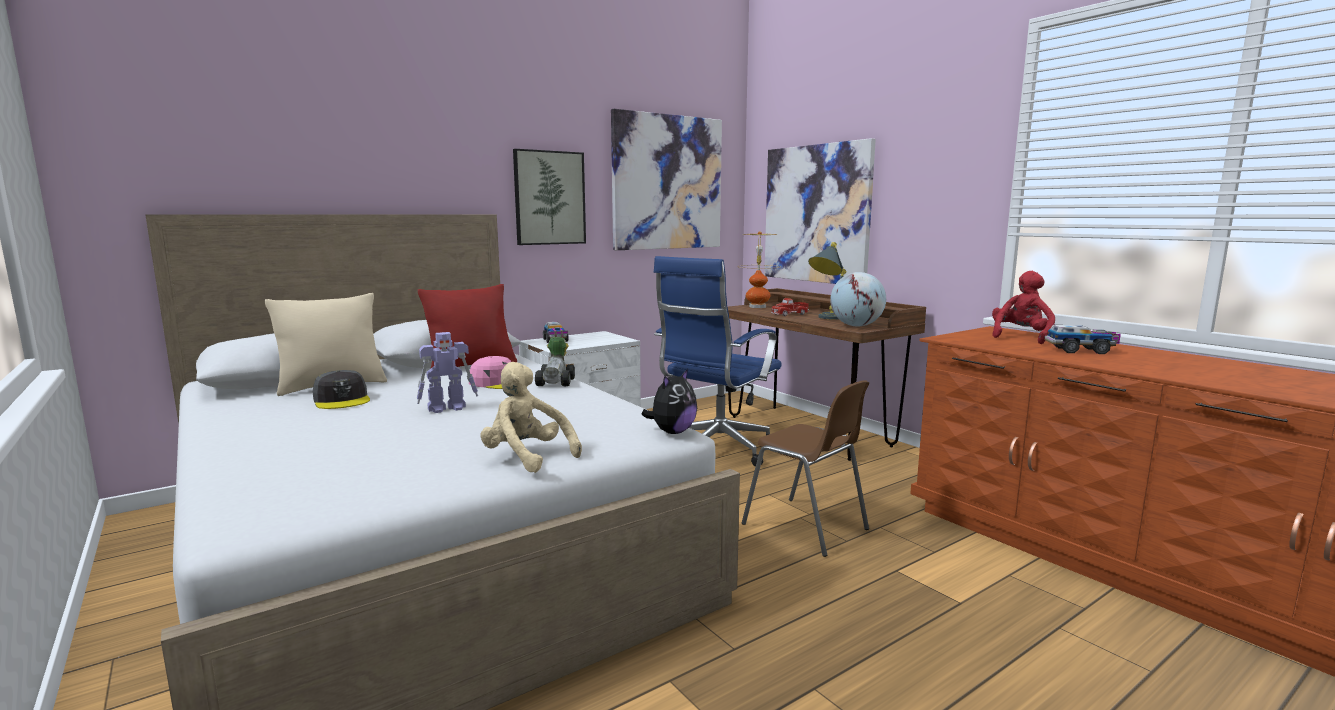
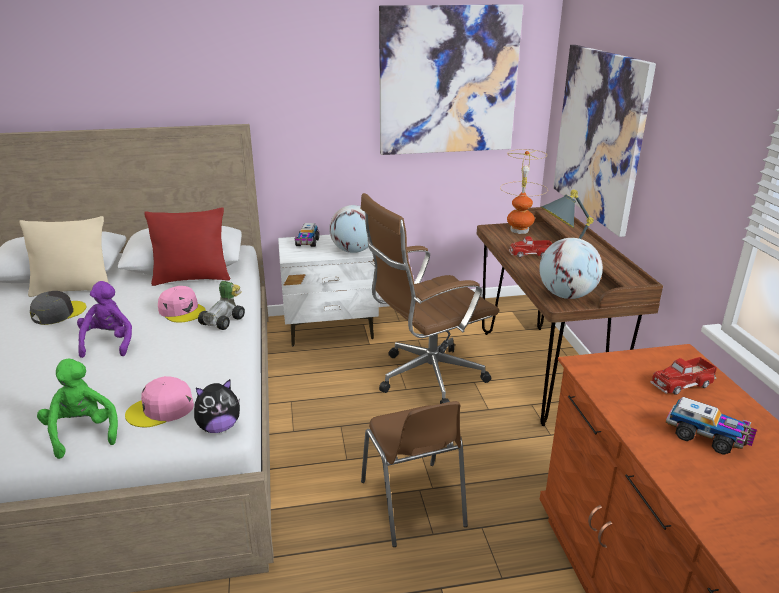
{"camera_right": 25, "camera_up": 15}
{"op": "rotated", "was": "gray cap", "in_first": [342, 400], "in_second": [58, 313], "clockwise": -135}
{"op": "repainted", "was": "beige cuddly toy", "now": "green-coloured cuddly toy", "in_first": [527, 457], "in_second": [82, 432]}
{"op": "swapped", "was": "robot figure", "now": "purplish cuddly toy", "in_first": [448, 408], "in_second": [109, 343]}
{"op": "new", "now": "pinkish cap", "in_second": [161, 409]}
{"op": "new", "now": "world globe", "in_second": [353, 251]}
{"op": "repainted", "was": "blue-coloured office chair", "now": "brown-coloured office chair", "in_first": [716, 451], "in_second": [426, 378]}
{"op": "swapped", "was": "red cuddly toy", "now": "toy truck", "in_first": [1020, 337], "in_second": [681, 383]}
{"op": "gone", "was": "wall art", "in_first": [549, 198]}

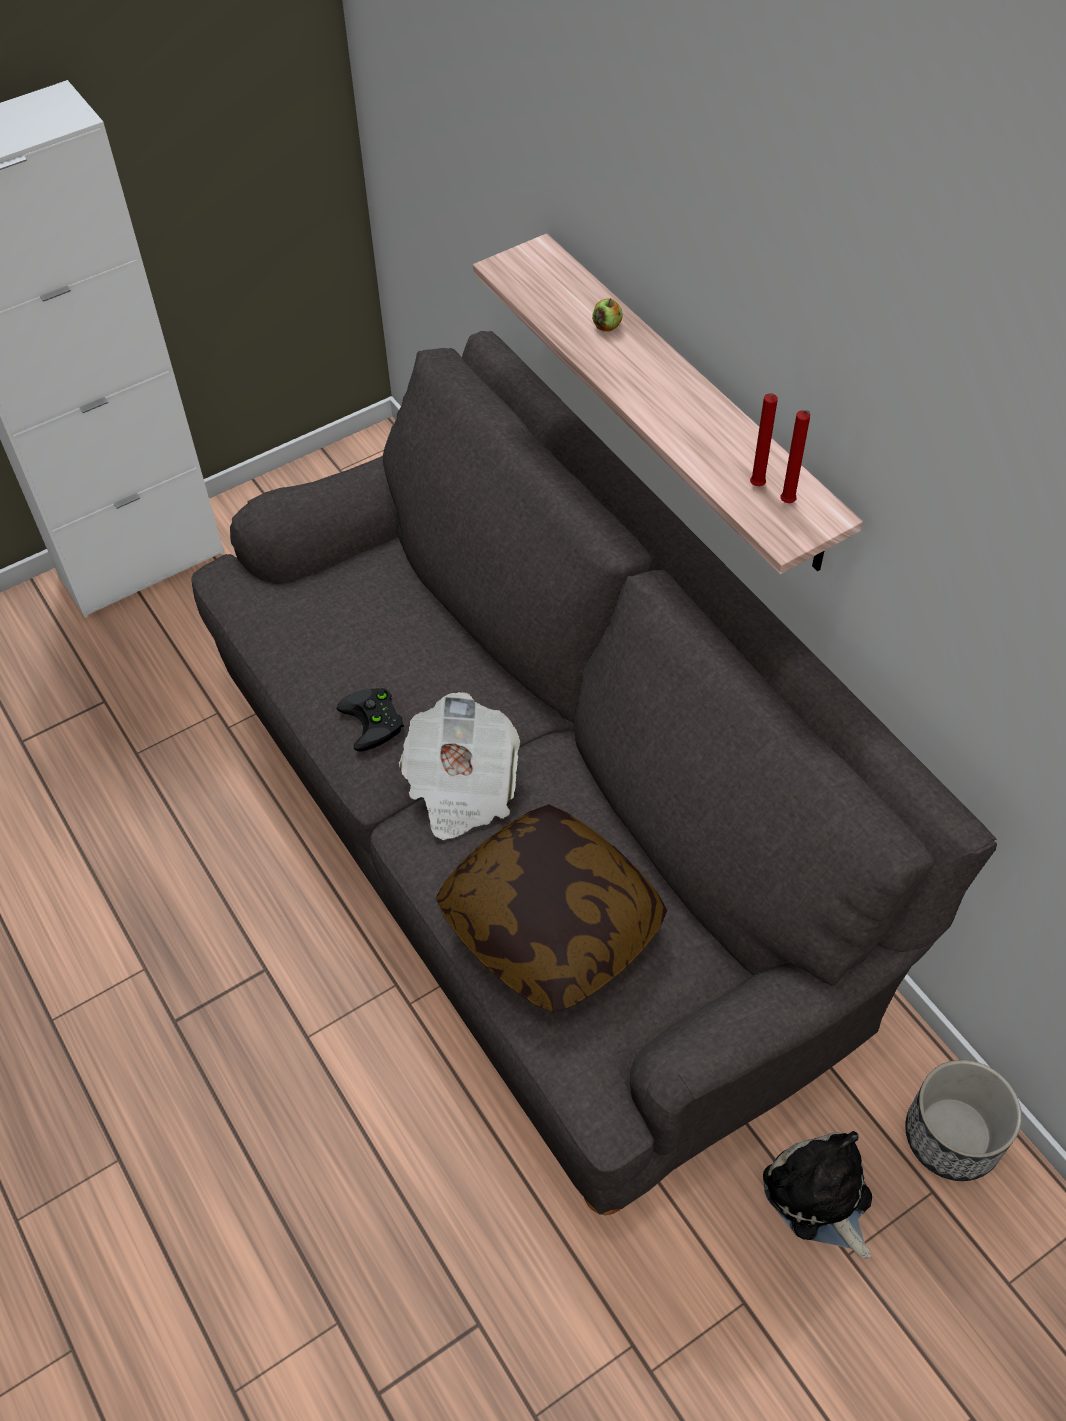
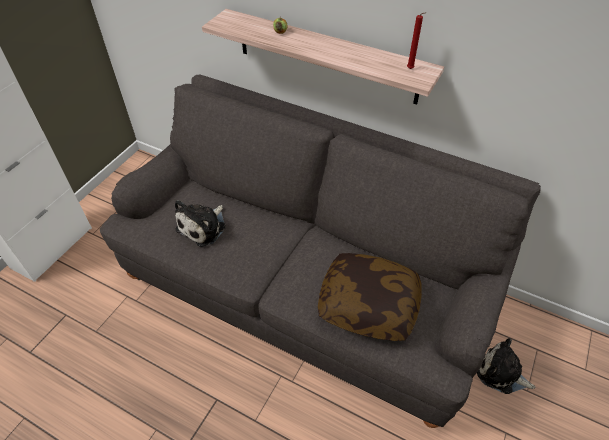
{"camera_right": -30, "camera_up": -5}
{"op": "new", "now": "cuddly toy", "in_second": [203, 227]}
{"op": "gone", "was": "black game controller", "in_first": [375, 722]}
{"op": "gone", "was": "newspaper", "in_first": [461, 786]}
{"op": "gone", "was": "red wax candle", "in_first": [756, 487]}
{"op": "gone", "was": "planter", "in_first": [953, 1136]}

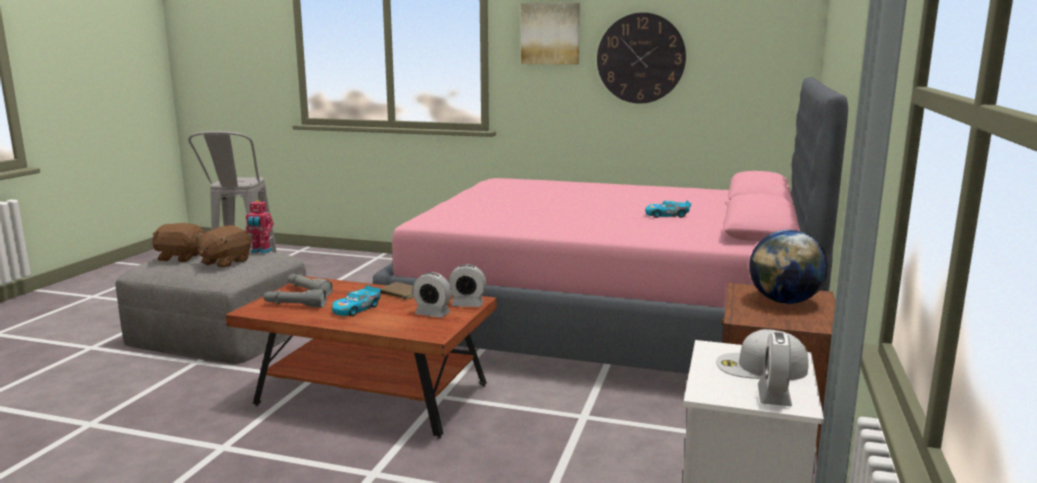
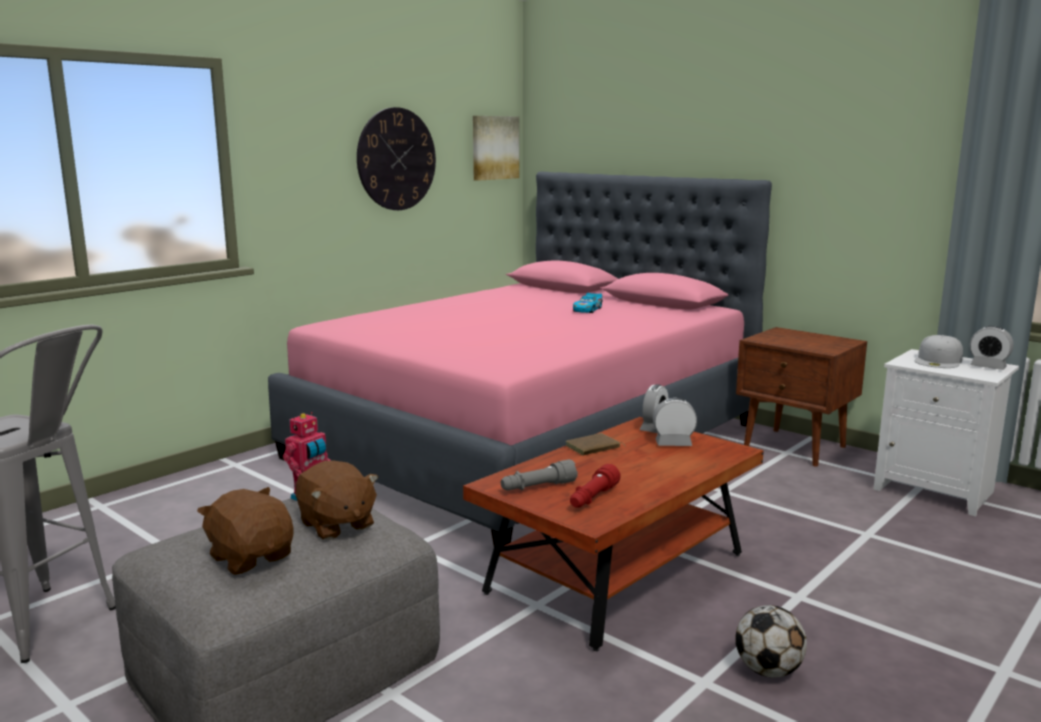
{"camera_right": -65, "camera_up": 0}
{"op": "rotated", "was": "brown-coloured cuddly toy", "in_first": [181, 257], "in_second": [251, 557], "clockwise": 105}
{"op": "shifted", "was": "wall art", "in_first": [550, 34], "in_second": [494, 147]}
{"op": "repainted", "was": "gray flashlight", "now": "red flashlight", "in_first": [295, 305], "in_second": [593, 498]}
{"op": "rotated", "was": "alarm clock", "in_first": [432, 314], "in_second": [673, 443], "clockwise": -135}
{"op": "new", "now": "football ball", "in_second": [768, 670]}
{"op": "gone", "was": "toy car", "in_first": [356, 309]}
{"op": "gone", "was": "world globe", "in_first": [785, 301]}

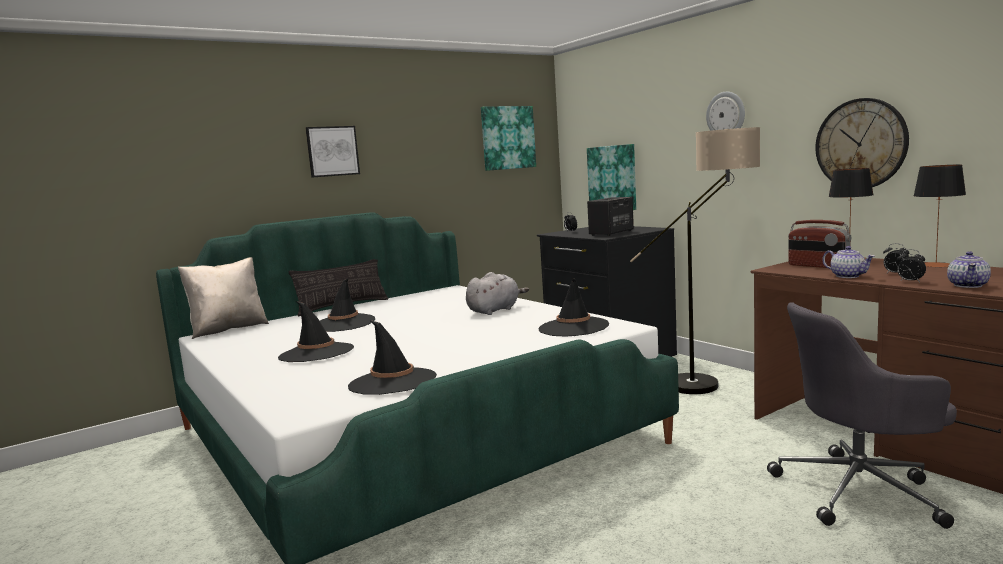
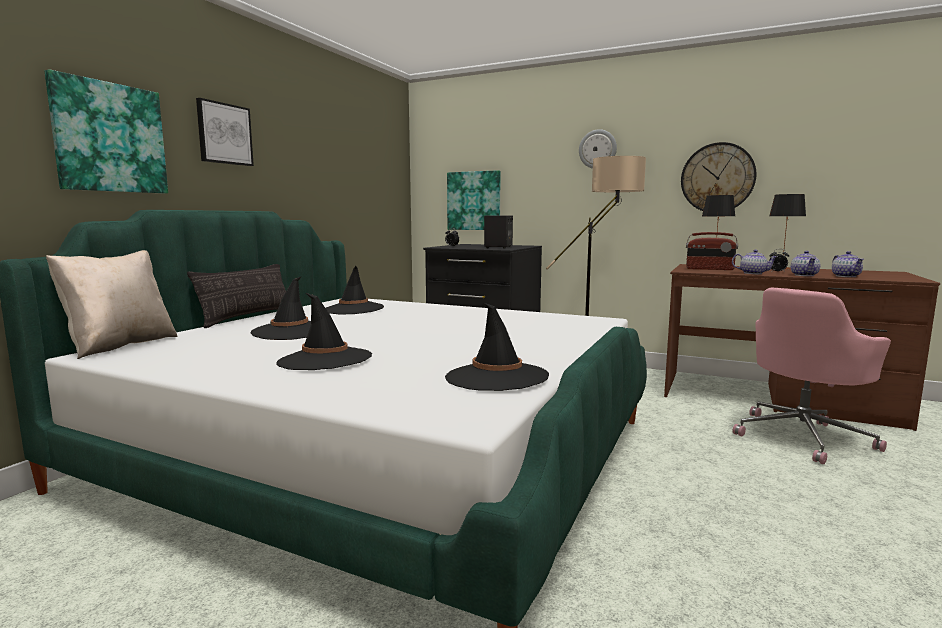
{"camera_right": -30, "camera_up": 0}
{"op": "shifted", "was": "wall art", "in_first": [507, 138], "in_second": [109, 138]}
{"op": "shifted", "was": "black clothing hat", "in_first": [573, 327], "in_second": [353, 309]}
{"op": "repainted", "was": "gray office chair", "now": "pinkish office chair", "in_first": [860, 491], "in_second": [803, 436]}
{"op": "swapped", "was": "alarm clock", "now": "teapot", "in_first": [909, 281], "in_second": [804, 275]}
{"op": "gone", "was": "gray cuddly toy", "in_first": [495, 310]}

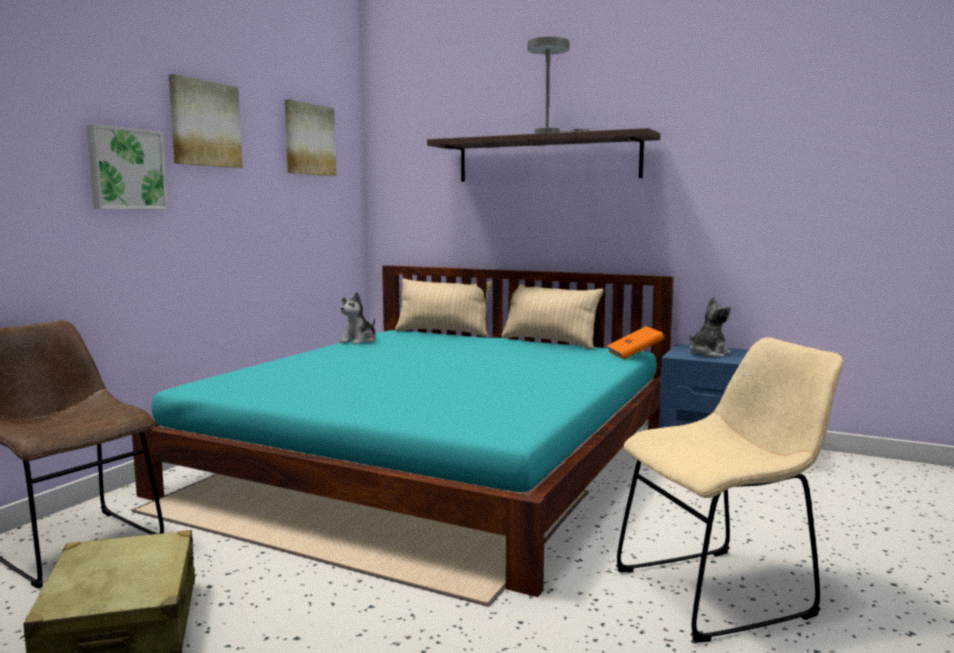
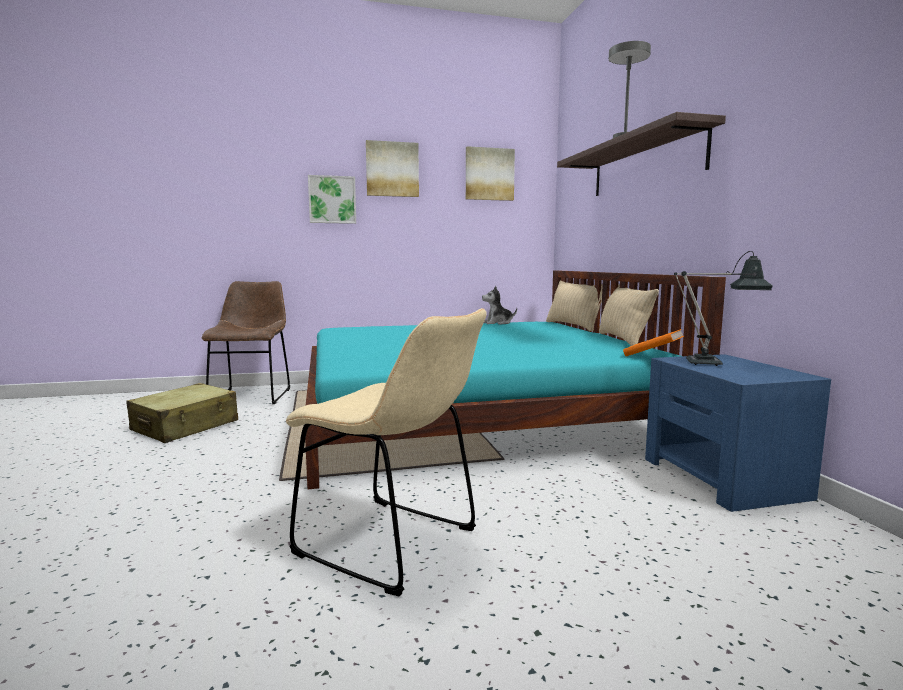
{"camera_right": 50, "camera_up": 0}
{"op": "swapped", "was": "cuddly toy", "now": "tabletop lamp", "in_first": [708, 354], "in_second": [713, 363]}

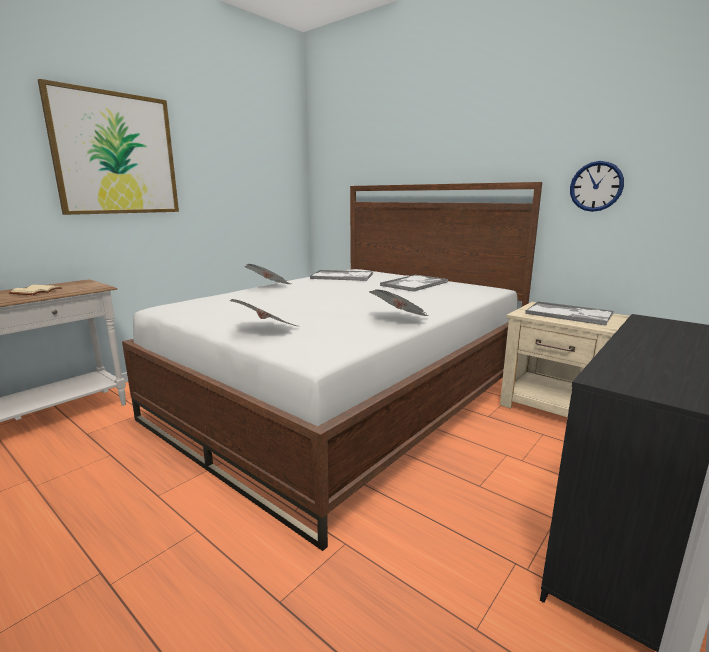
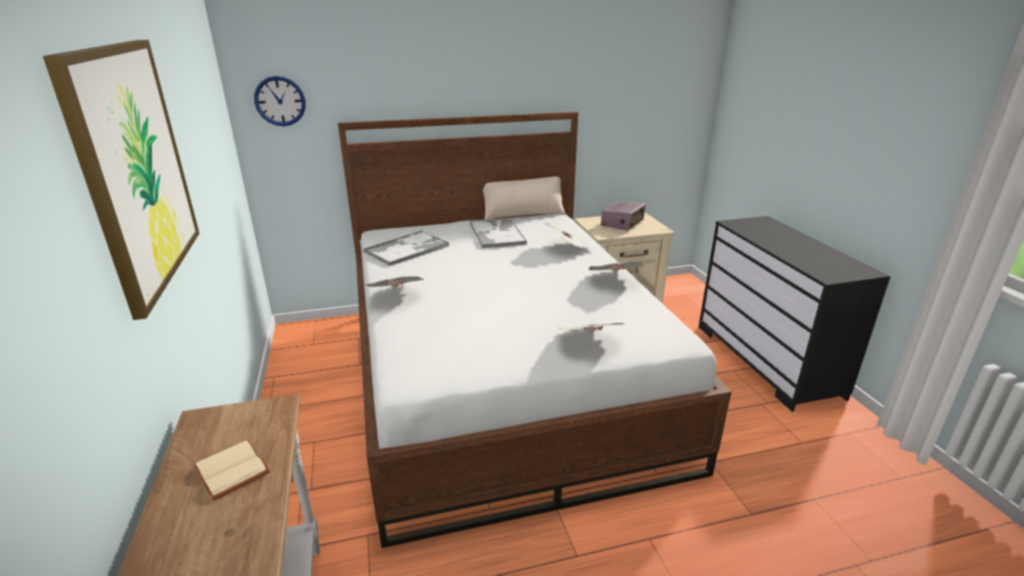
{"camera_right": -55, "camera_up": 10}
{"op": "shifted", "was": "wall clock", "in_first": [596, 186], "in_second": [280, 101]}
{"op": "new", "now": "beige cushion", "in_second": [522, 214]}
{"op": "new", "now": "newspaper", "in_second": [568, 249]}
{"op": "swapped", "was": "carrying tray", "now": "radio receiver", "in_first": [569, 314], "in_second": [622, 224]}

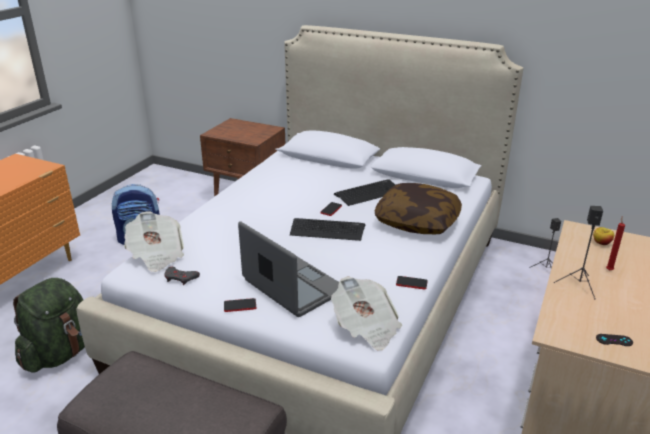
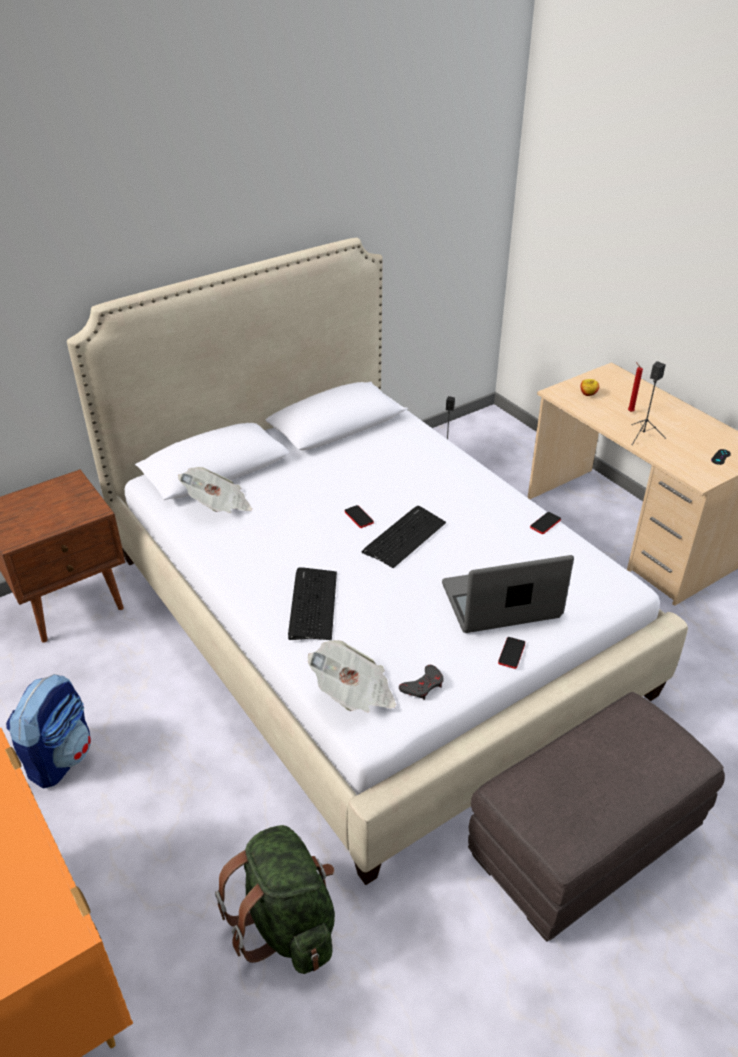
{"camera_right": -60, "camera_up": 10}
{"op": "shifted", "was": "newspaper", "in_first": [366, 327], "in_second": [218, 506]}
{"op": "shifted", "was": "keyboard", "in_first": [368, 193], "in_second": [312, 604]}
{"op": "gone", "was": "cushion", "in_first": [417, 221]}

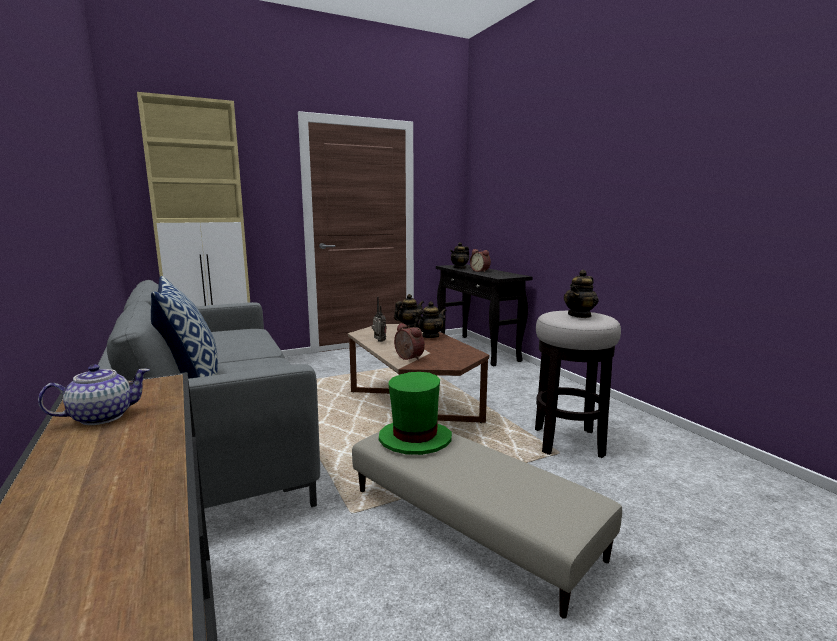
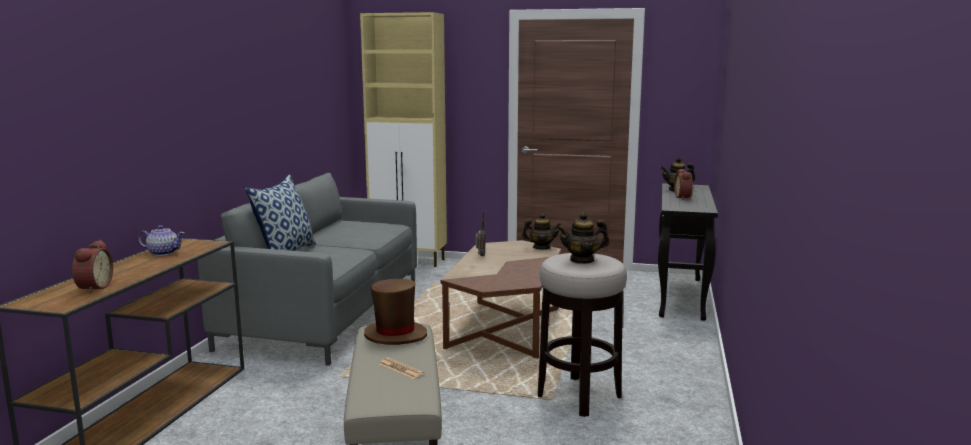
{"camera_right": 40, "camera_up": 0}
{"op": "shifted", "was": "alarm clock", "in_first": [407, 358], "in_second": [93, 288]}
{"op": "repainted", "was": "green-coloured clothing hat", "now": "brown-coloured clothing hat", "in_first": [415, 439], "in_second": [395, 335]}
{"op": "new", "now": "newspaper", "in_second": [401, 369]}
{"op": "gone", "was": "teapot", "in_first": [430, 336]}

